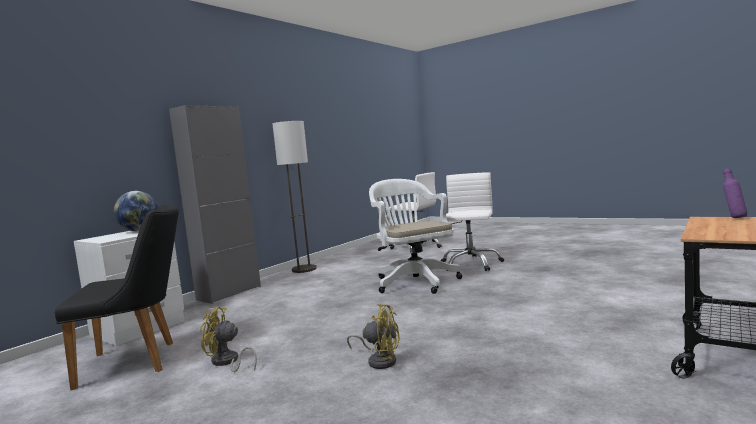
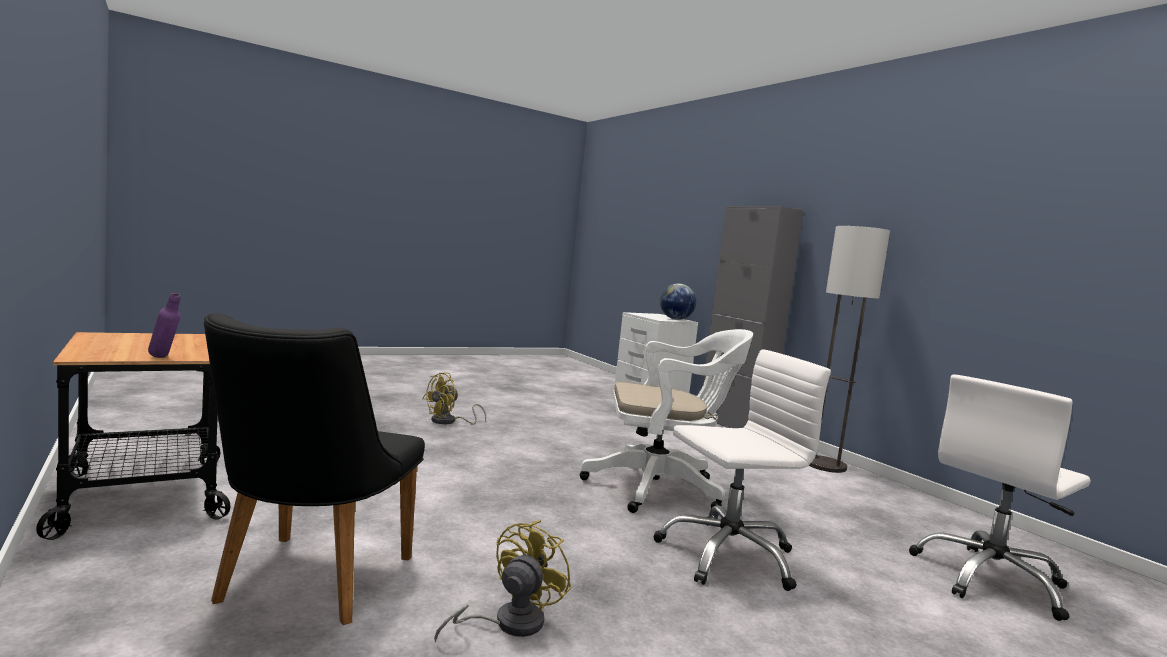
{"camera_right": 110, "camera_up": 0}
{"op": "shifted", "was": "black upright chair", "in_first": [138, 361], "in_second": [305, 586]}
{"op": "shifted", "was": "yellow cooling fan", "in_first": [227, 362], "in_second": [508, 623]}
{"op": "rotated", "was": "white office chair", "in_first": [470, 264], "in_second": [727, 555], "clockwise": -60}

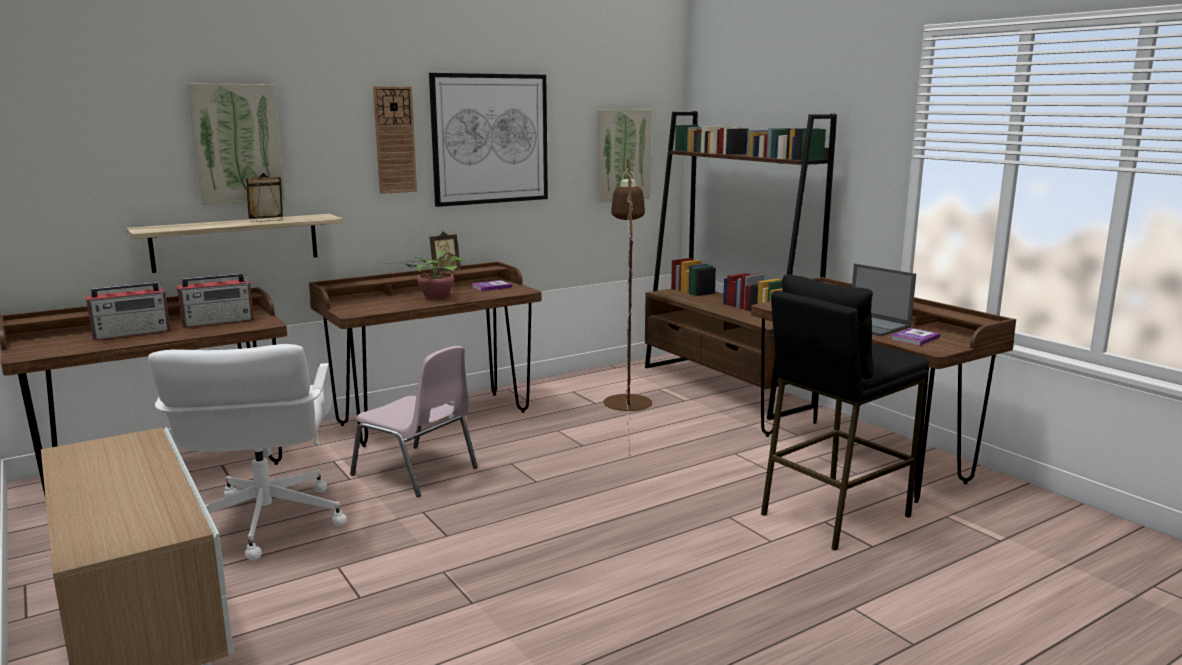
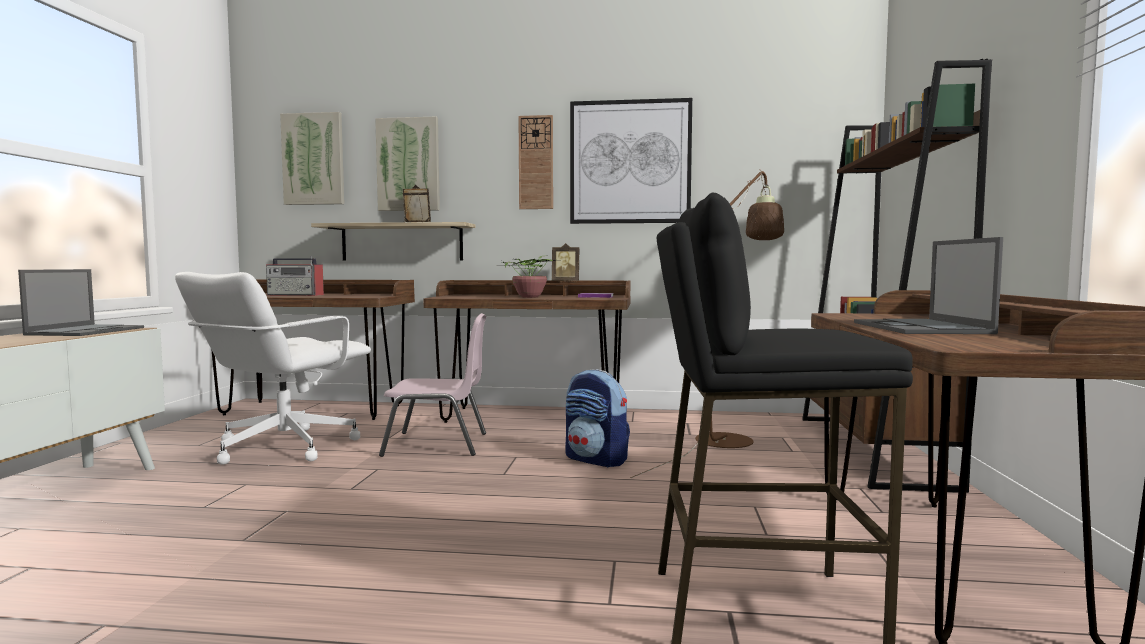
{"camera_right": 40, "camera_up": -10}
{"op": "new", "now": "notebook computer", "in_second": [87, 331]}
{"op": "shifted", "was": "wall art", "in_first": [623, 155], "in_second": [313, 159]}
{"op": "rotated", "was": "pinkish upright chair", "in_first": [416, 472], "in_second": [438, 444], "clockwise": -75}
{"op": "new", "now": "rucksack", "in_second": [596, 459]}
{"op": "gone", "was": "radio receiver", "in_first": [219, 321]}
{"op": "gone", "was": "book", "in_first": [915, 338]}

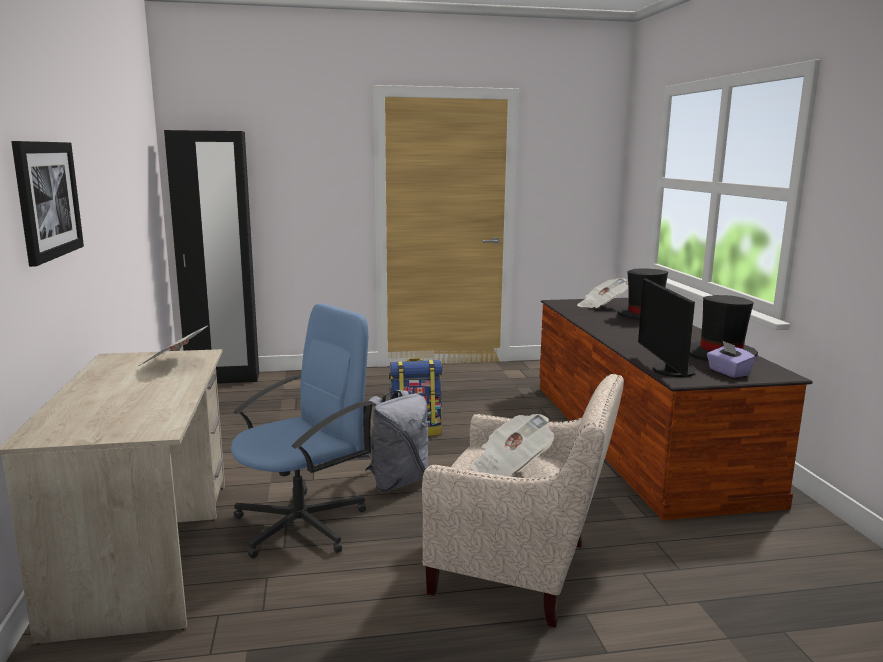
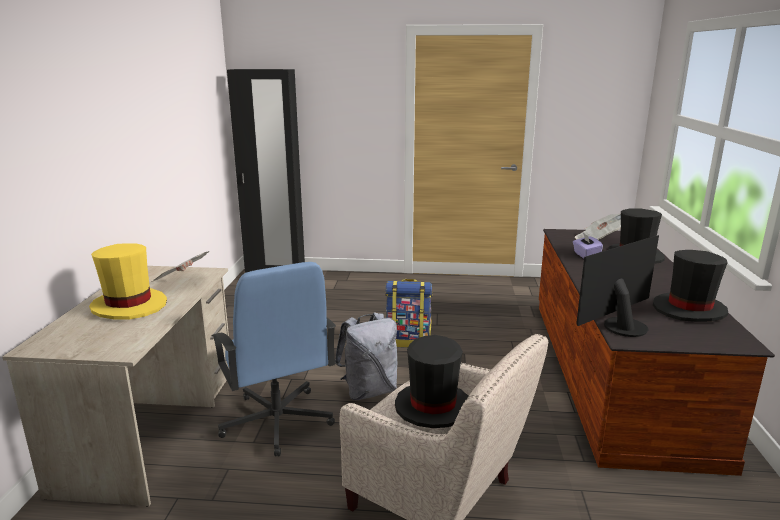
{"camera_right": 15, "camera_up": 5}
{"op": "new", "now": "yellow clothing hat", "in_second": [129, 306]}
{"op": "rotated", "was": "blue-coloured office chair", "in_first": [302, 524], "in_second": [277, 422], "clockwise": 90}
{"op": "swapped", "was": "newspaper", "now": "black clothing hat", "in_first": [510, 465], "in_second": [432, 407]}
{"op": "shifted", "was": "purplish tissue box", "in_first": [728, 372], "in_second": [585, 255]}
{"op": "rotated", "was": "computer display", "in_first": [669, 371], "in_second": [620, 326], "clockwise": 45}
{"op": "gone", "was": "wall art", "in_first": [47, 199]}

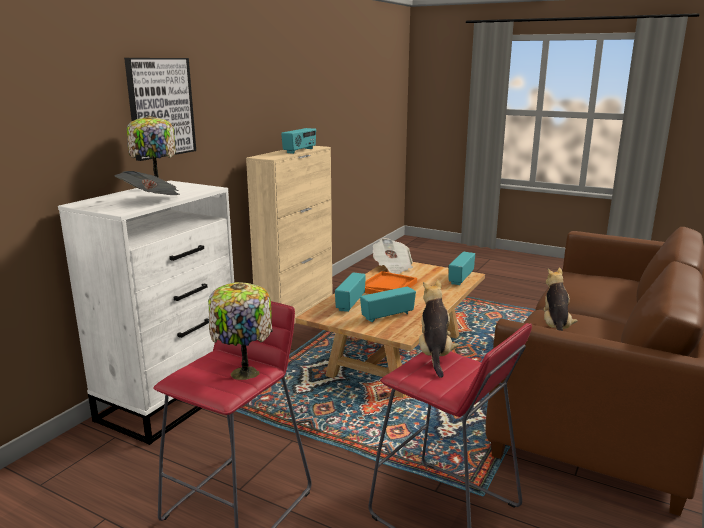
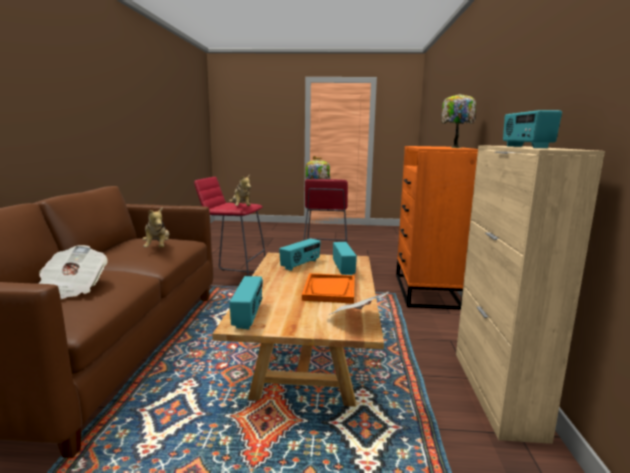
{"camera_right": 155, "camera_up": -5}
{"op": "shifted", "was": "newspaper", "in_first": [152, 201], "in_second": [73, 289]}
{"op": "repainted", "was": "white chest of drawers", "now": "orange chest of drawers", "in_first": [172, 399], "in_second": [426, 291]}
{"op": "gone", "was": "wall art", "in_first": [160, 107]}

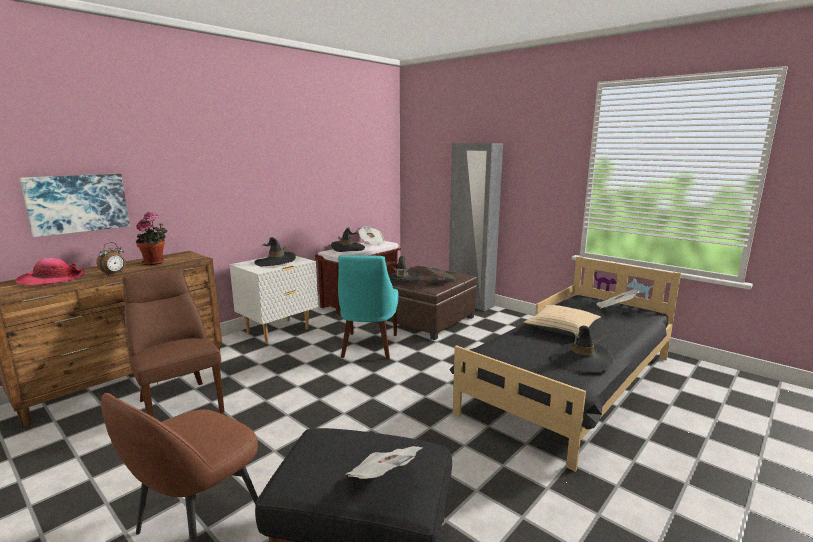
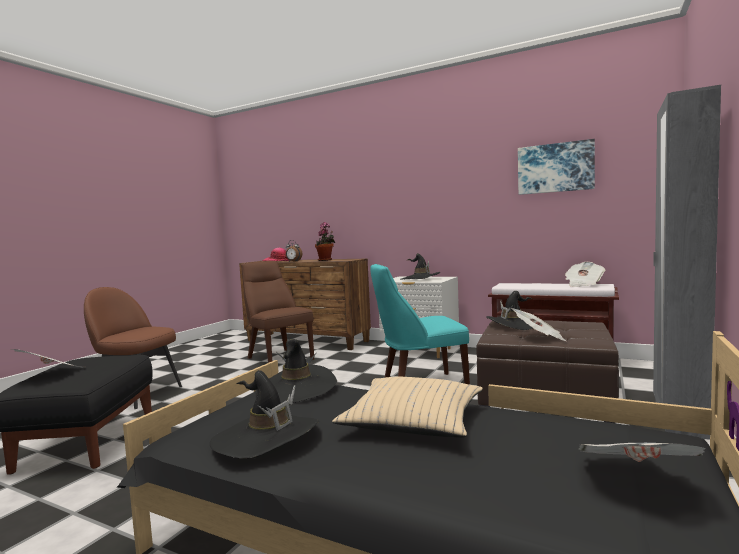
{"camera_right": 75, "camera_up": -10}
{"op": "rotated", "was": "brown-coloured upright chair", "in_first": [179, 404], "in_second": [278, 358], "clockwise": -75}
{"op": "shifted", "was": "black clothing hat", "in_first": [348, 248], "in_second": [296, 389]}
{"op": "shifted", "was": "wall art", "in_first": [78, 203], "in_second": [555, 168]}

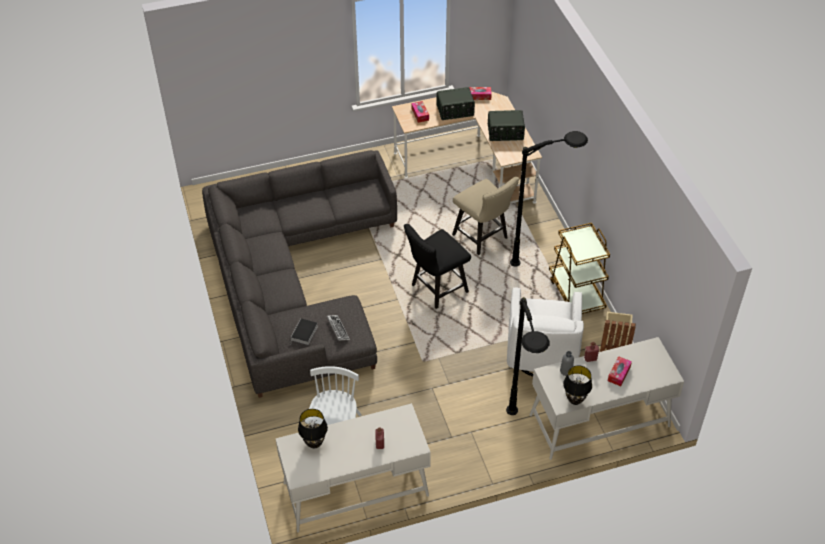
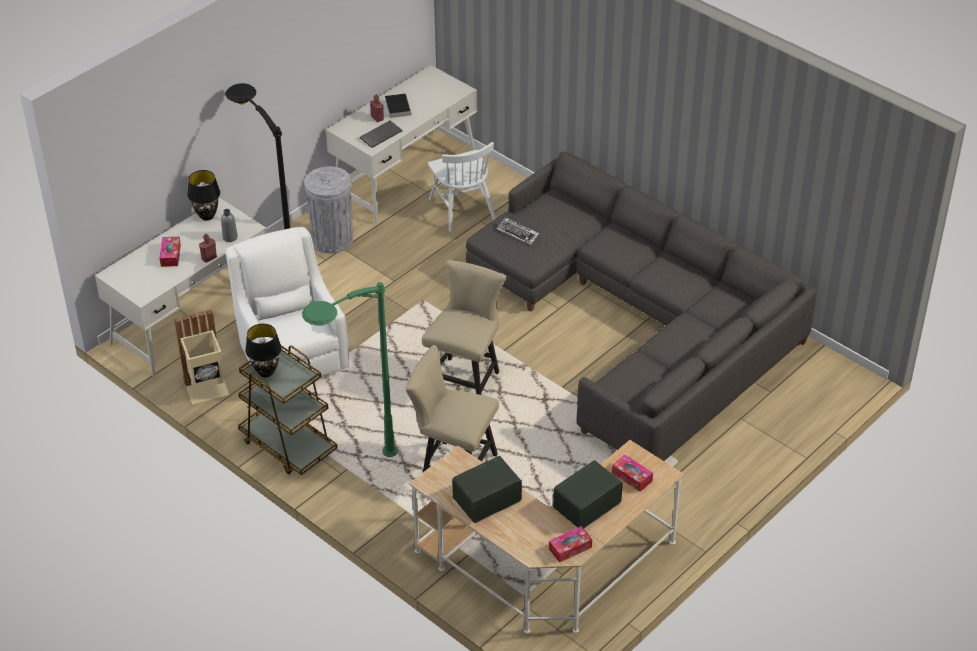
{"camera_right": 150, "camera_up": -5}
{"op": "shifted", "was": "black tabletop lamp", "in_first": [314, 443], "in_second": [266, 372]}
{"op": "repainted", "was": "black standing lamp", "now": "green-coloured standing lamp", "in_first": [547, 258], "in_second": [351, 475]}
{"op": "new", "now": "gray trash can", "in_second": [332, 240]}
{"op": "new", "now": "keyboard", "in_second": [381, 134]}
{"op": "shifted", "was": "book", "in_first": [304, 333], "in_second": [397, 107]}
{"op": "repainted", "was": "black upright chair", "now": "beige upright chair", "in_first": [436, 290], "in_second": [465, 379]}

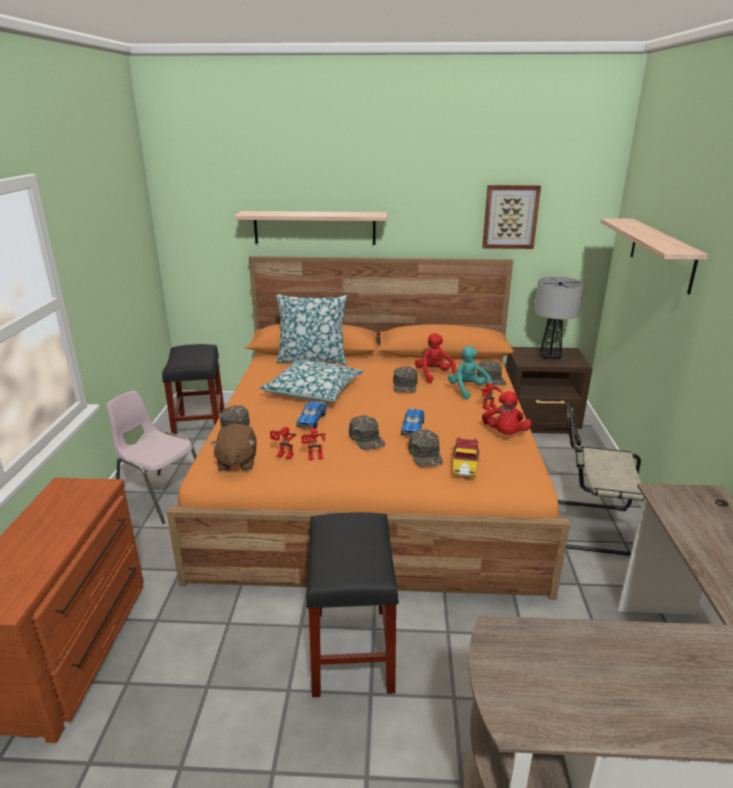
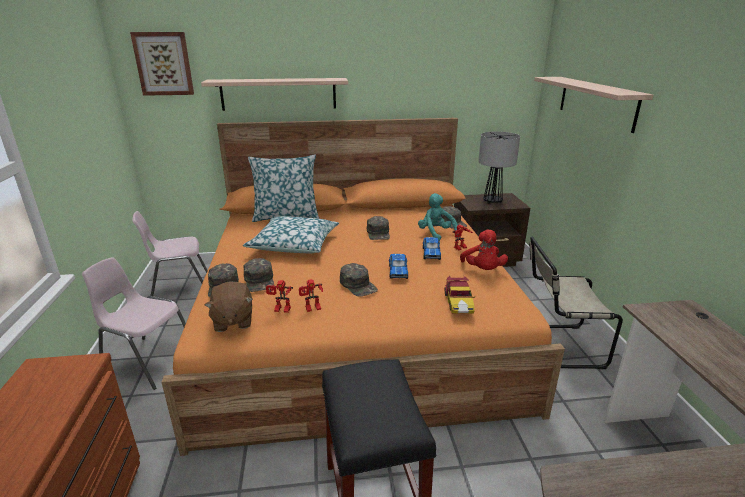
{"camera_right": -10, "camera_up": 0}
{"op": "shifted", "was": "wall art", "in_first": [510, 217], "in_second": [164, 64]}
{"op": "swapped", "was": "black stool", "now": "pinkish upright chair", "in_first": [199, 426], "in_second": [179, 288]}
{"op": "shifted", "was": "green-coloured cap", "in_first": [426, 454], "in_second": [260, 280]}
{"op": "shifted", "was": "toy car", "in_first": [312, 420], "in_second": [431, 253]}
{"op": "gone", "was": "red cuddly toy", "in_first": [434, 375]}

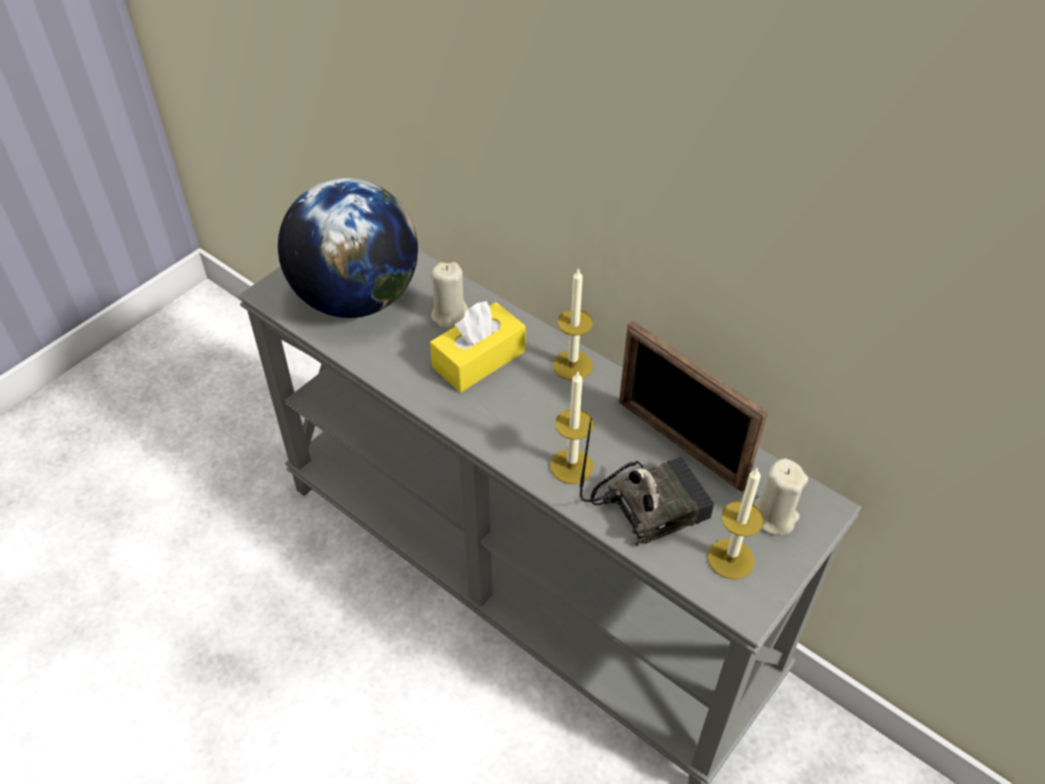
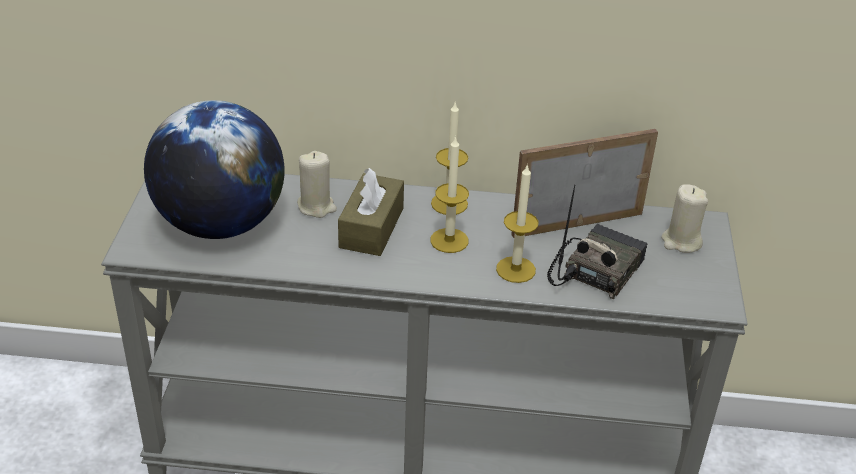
{"camera_right": -35, "camera_up": -10}
{"op": "repainted", "was": "yellow tissue box", "now": "brown-coloured tissue box", "in_first": [479, 359], "in_second": [371, 227]}
{"op": "shifted", "was": "wax candle", "in_first": [731, 559], "in_second": [449, 240]}
{"op": "rotated", "was": "picture frame", "in_first": [679, 444], "in_second": [577, 223], "clockwise": 150}

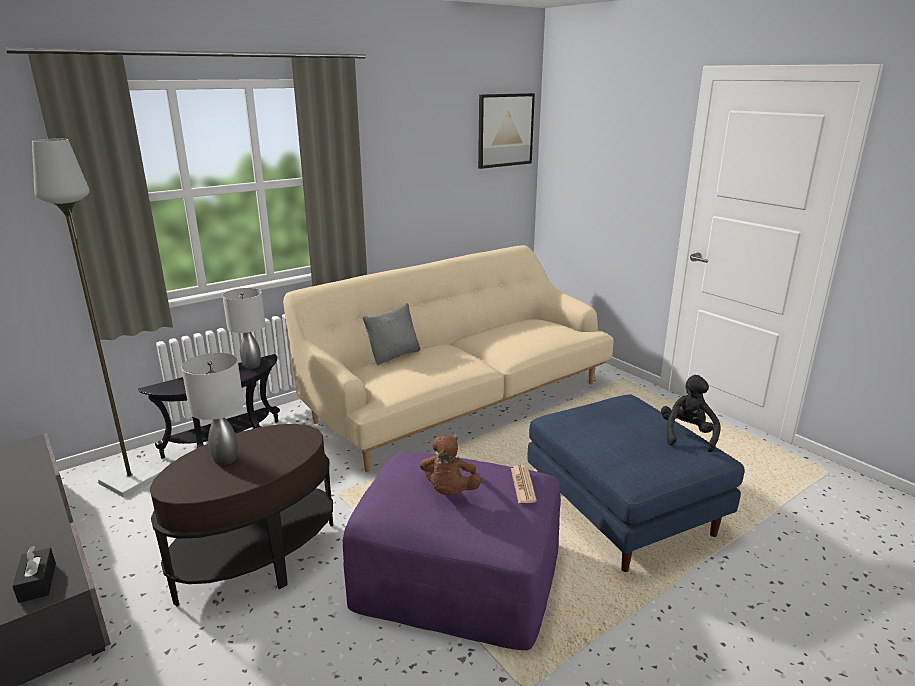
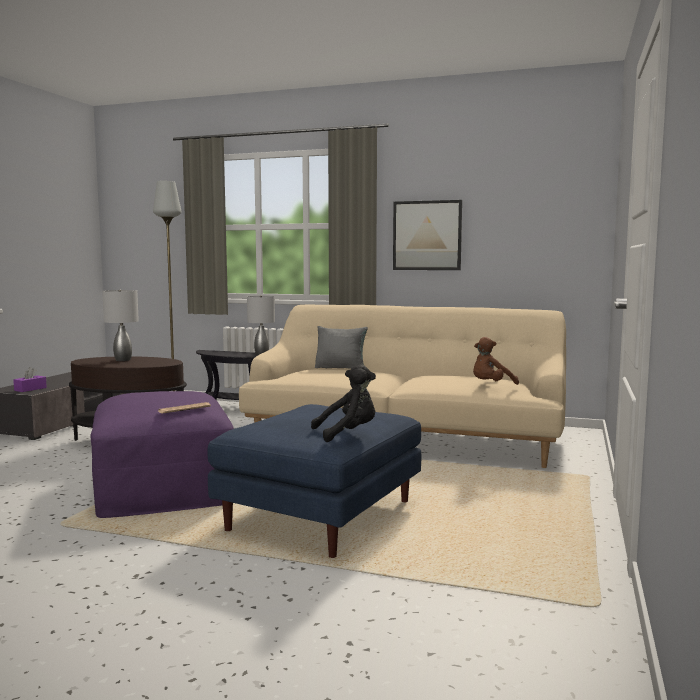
{"camera_right": 55, "camera_up": -15}
{"op": "repainted", "was": "black tissue box", "now": "purplish tissue box", "in_first": [37, 582], "in_second": [30, 389]}
{"op": "shifted", "was": "wall art", "in_first": [505, 130], "in_second": [427, 235]}
{"op": "shifted", "was": "brown-coloured cuddly toy", "in_first": [449, 492], "in_second": [491, 385]}

